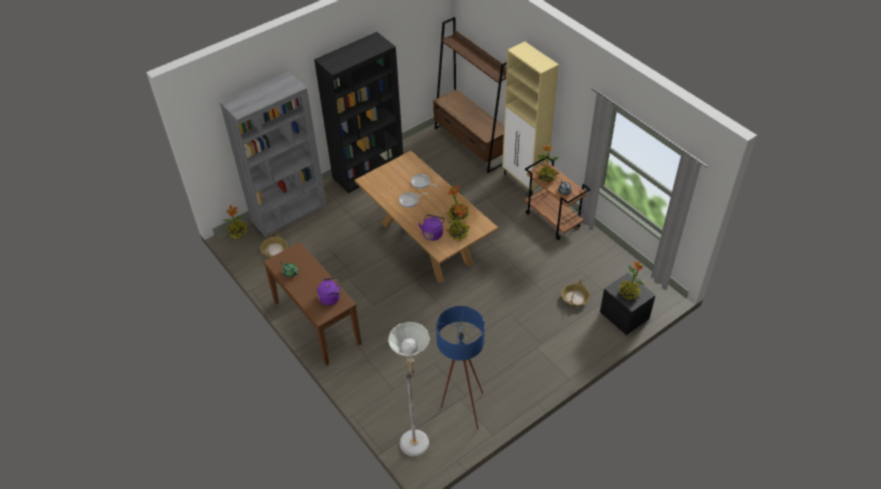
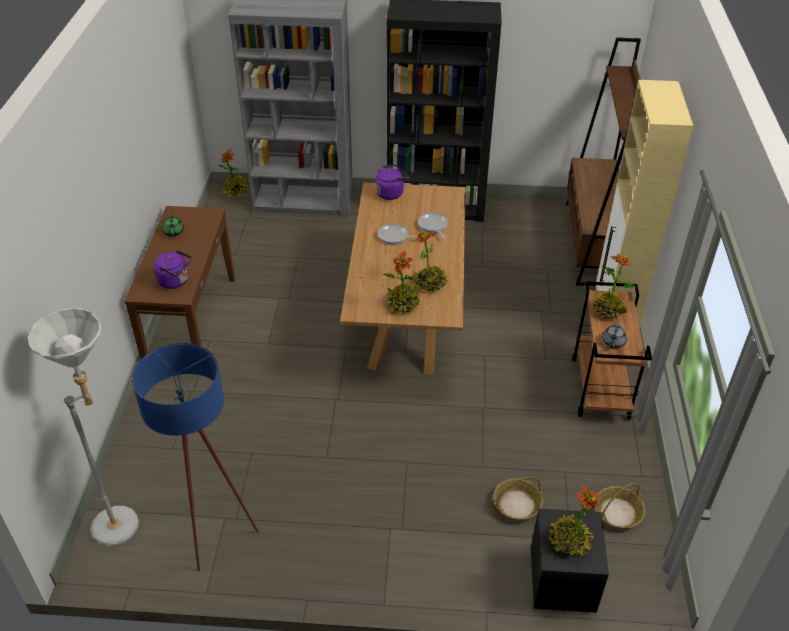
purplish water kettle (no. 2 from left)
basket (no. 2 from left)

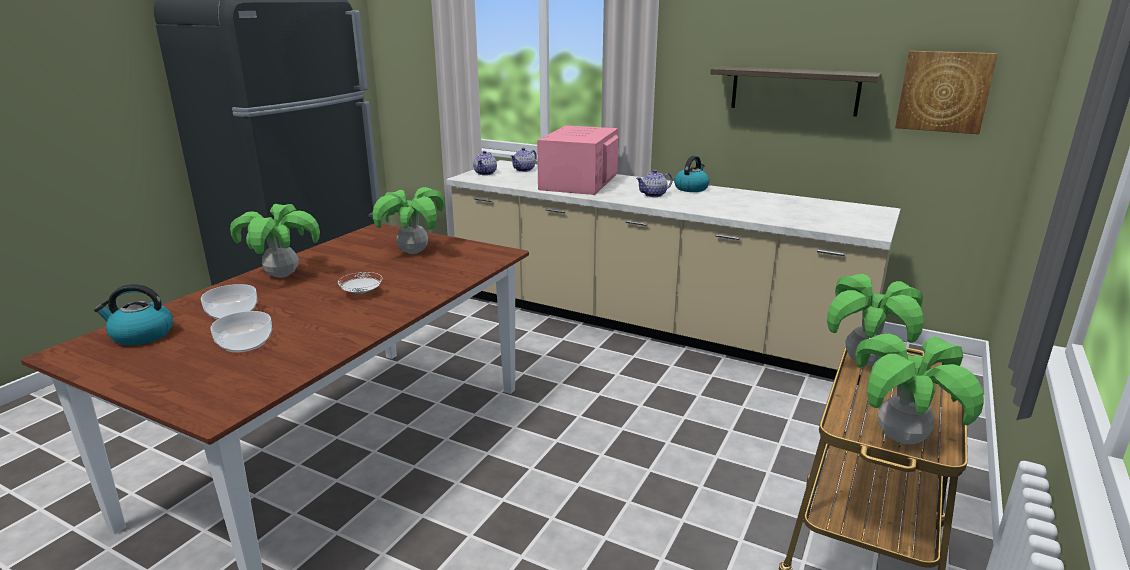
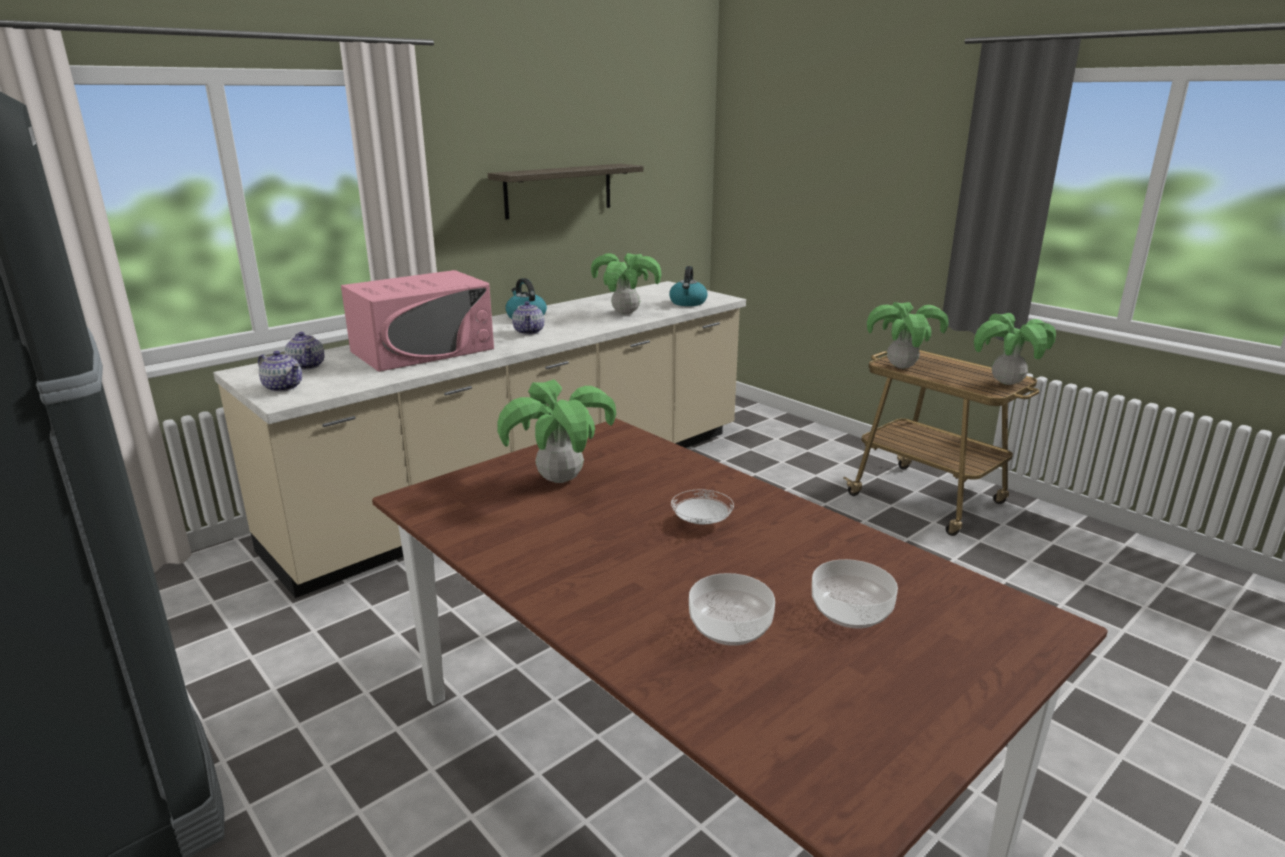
wall picture
pinkish kitchen microwave
houseplant (no. 2 from left)
water kettle (no. 2 from left)

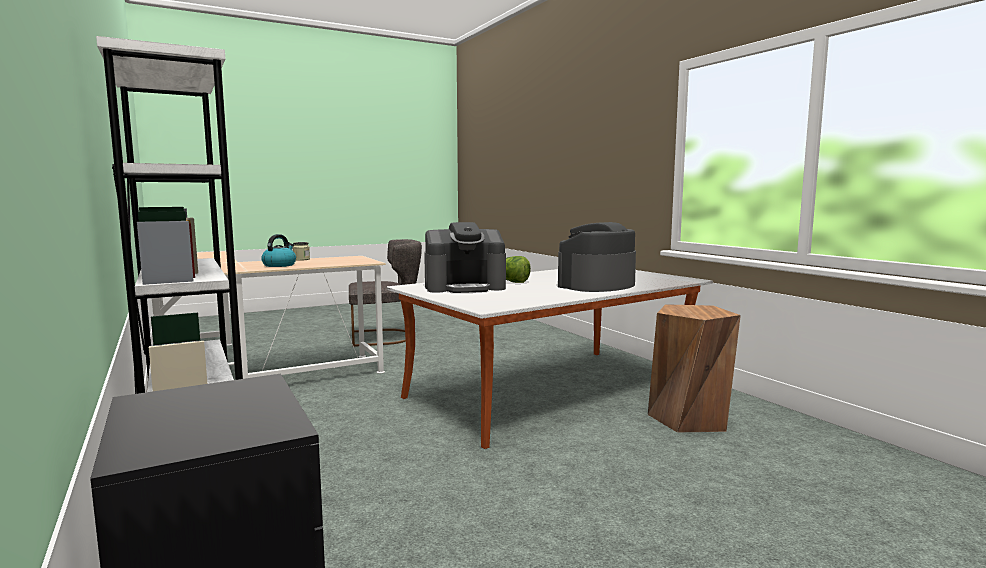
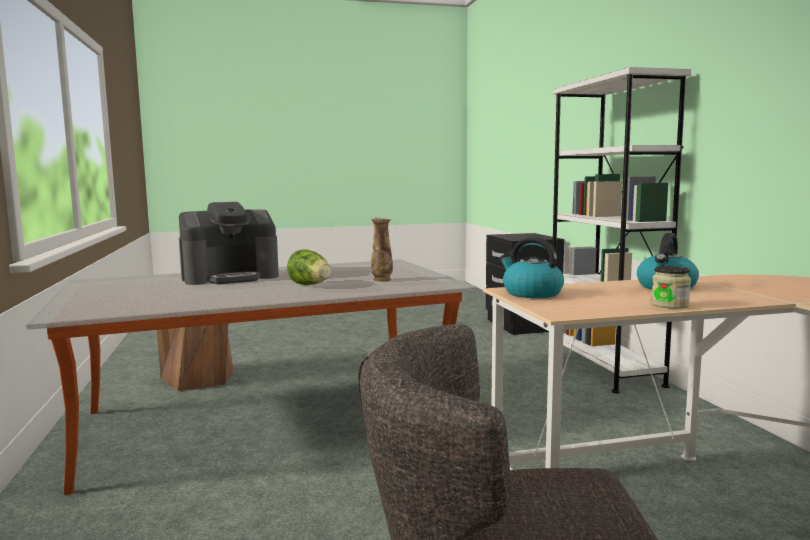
flower vase
water kettle (no. 1 from left)

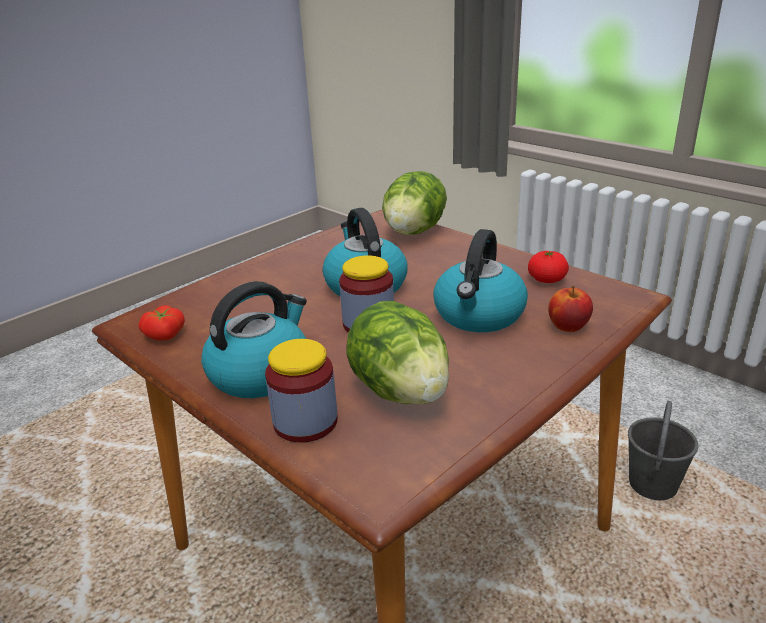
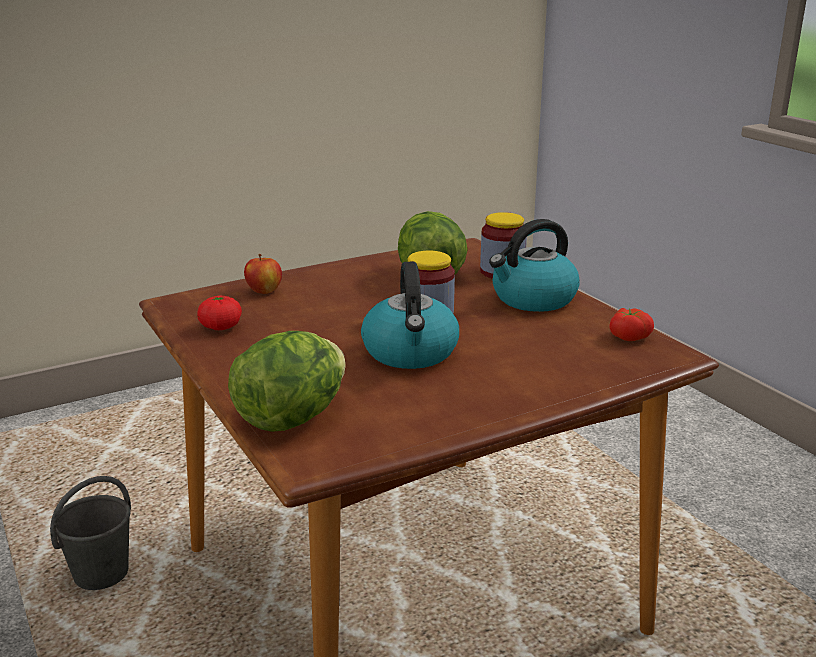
water kettle (no. 3 from left in the first image)

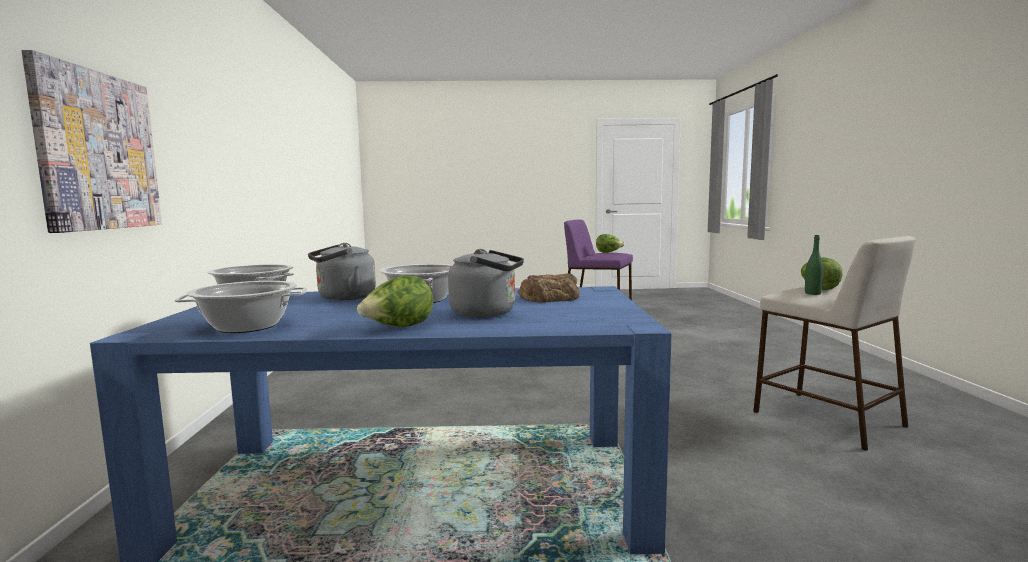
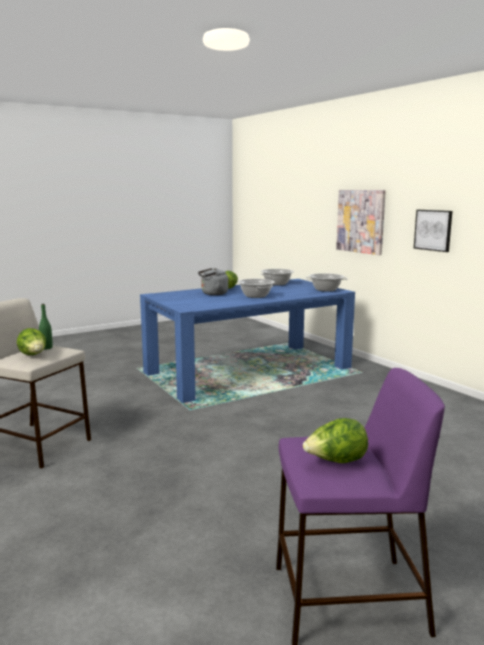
greyish water kettle (no. 1 from left in the first image)
bread
wall picture (no. 2 from left)

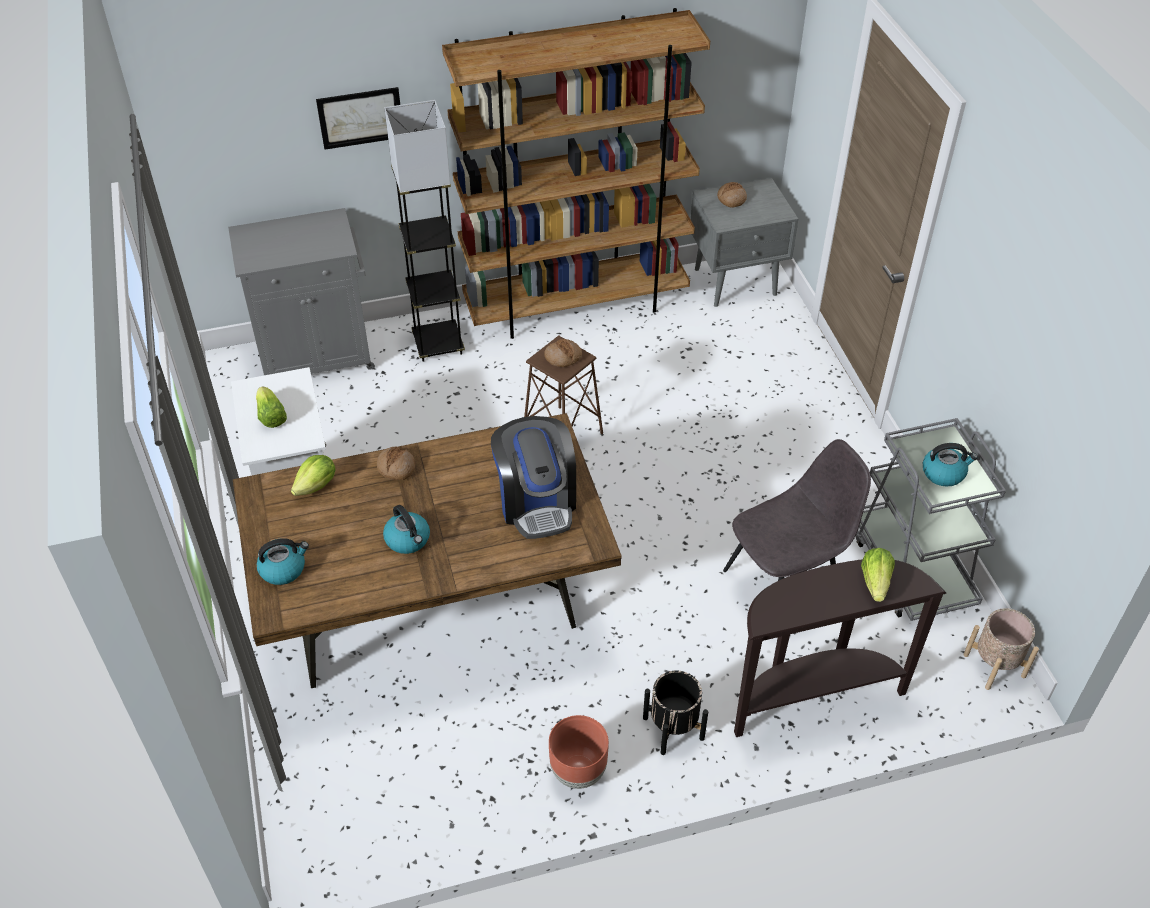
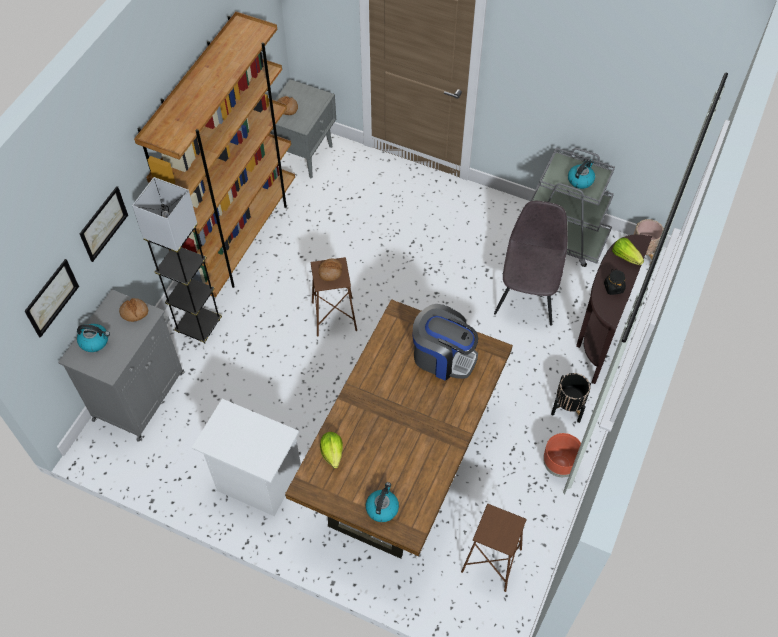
head of lettuce (no. 1 from left in the first image)
bread (no. 1 from left)
water kettle (no. 1 from left)
wall picture (no. 1 from left)
blackish storage jar
brownish stool seat (no. 2 from left)

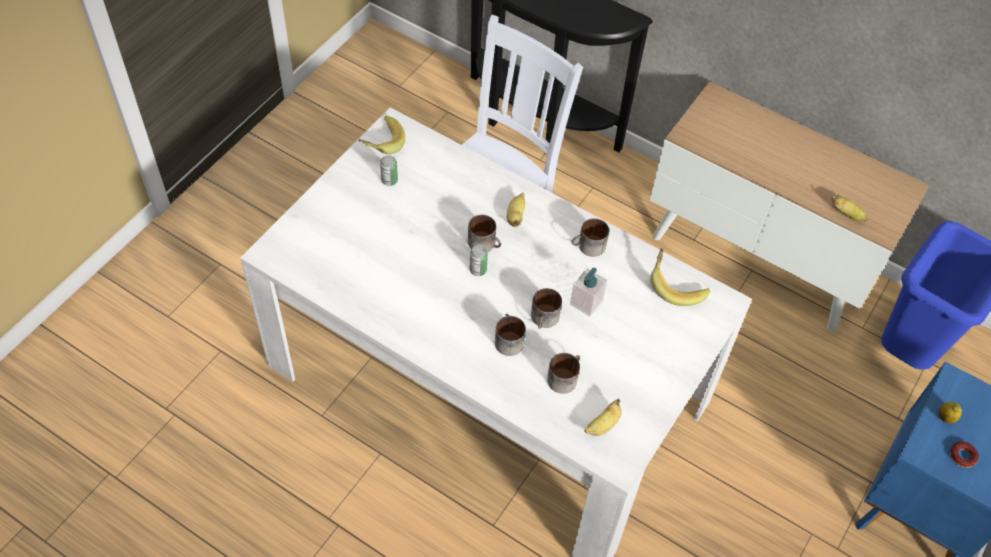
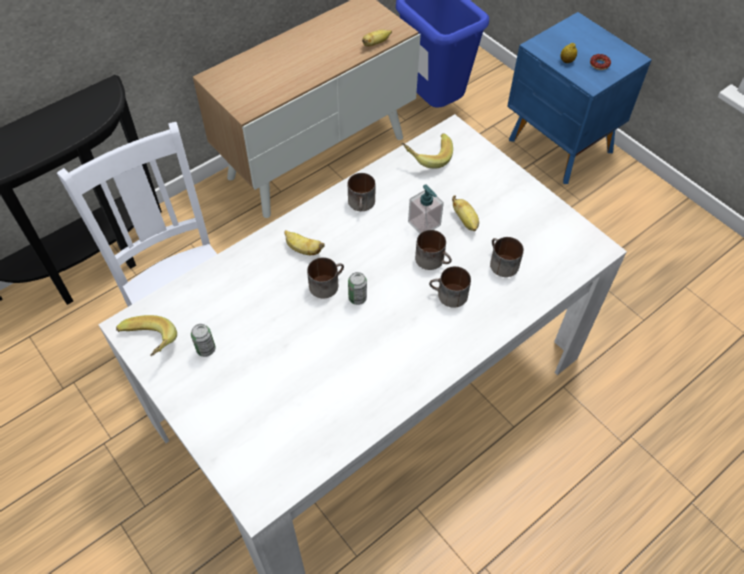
whole banana (no. 5 from left)

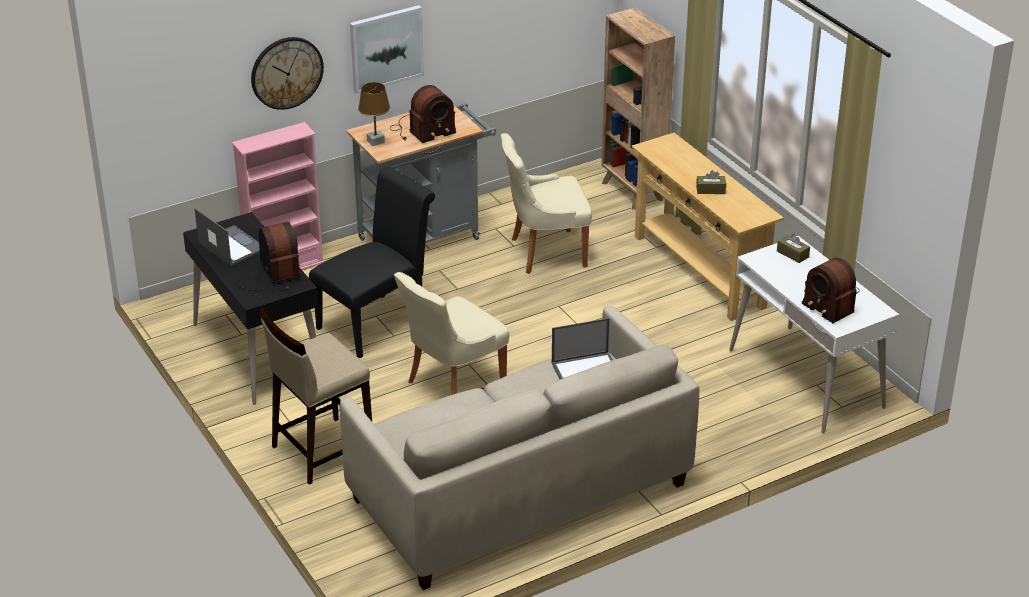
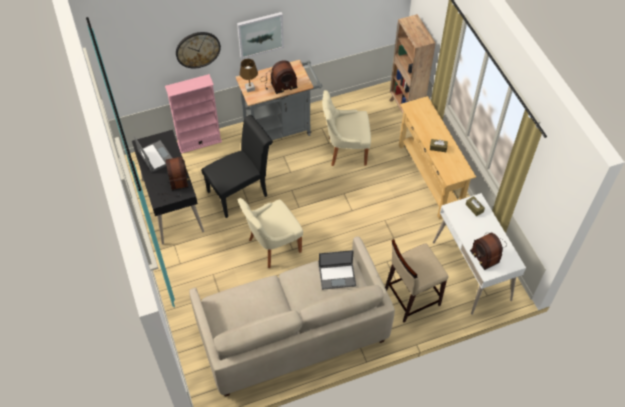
beige stool seat

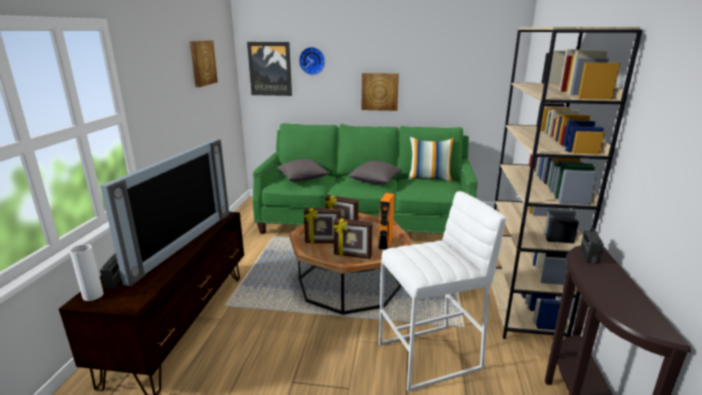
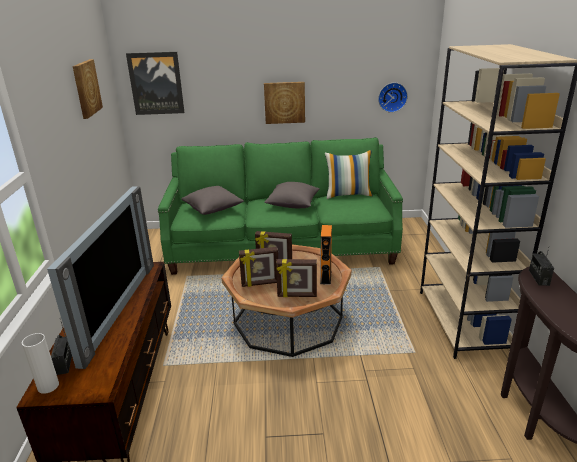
clock on the wall
white-coloured stool seat

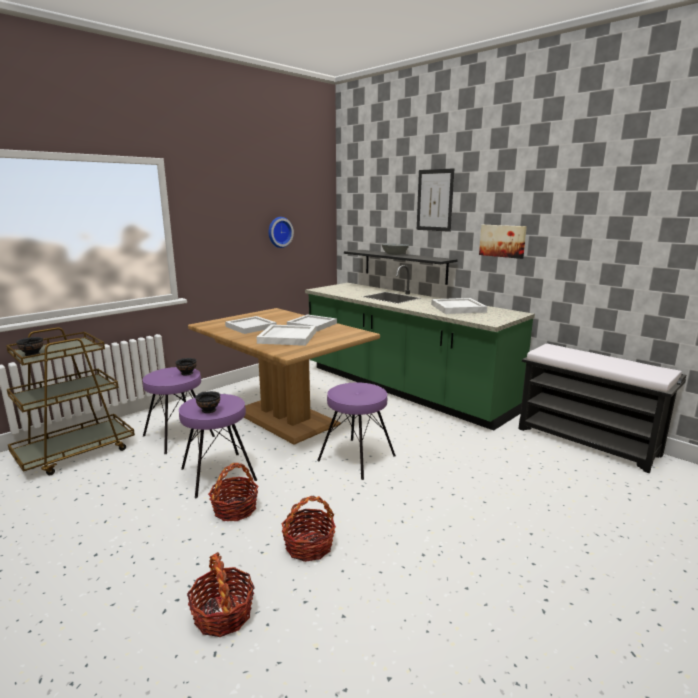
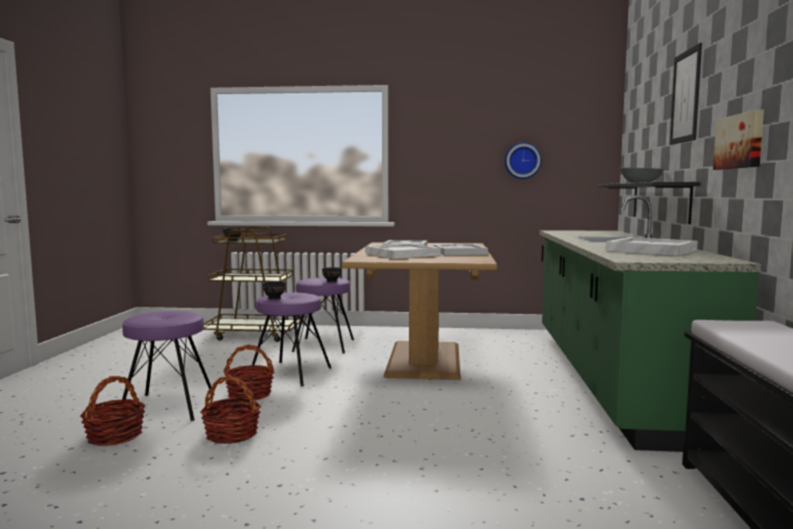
purplish stool seat (no. 1 from left)

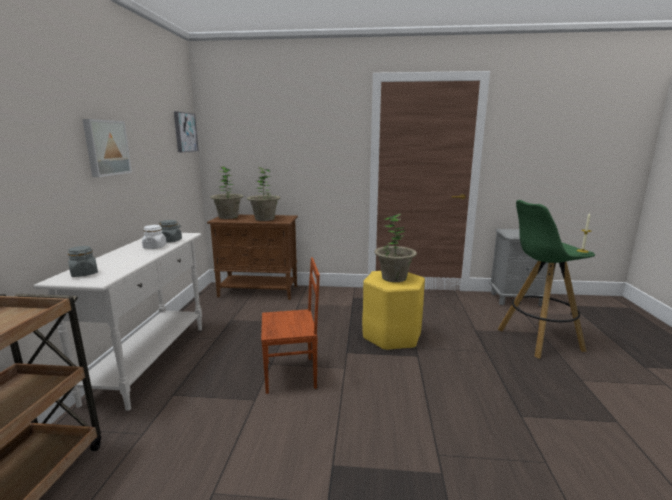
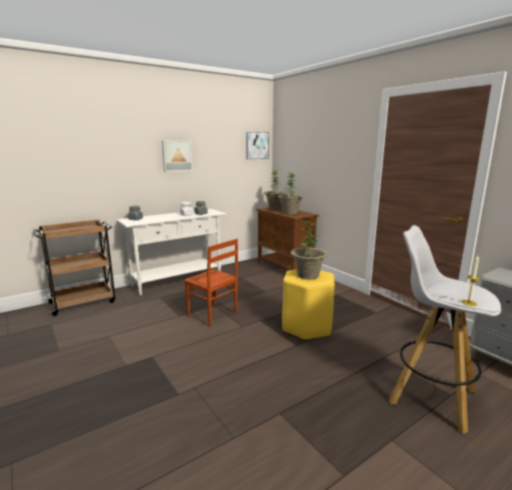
white-coloured stool seat

